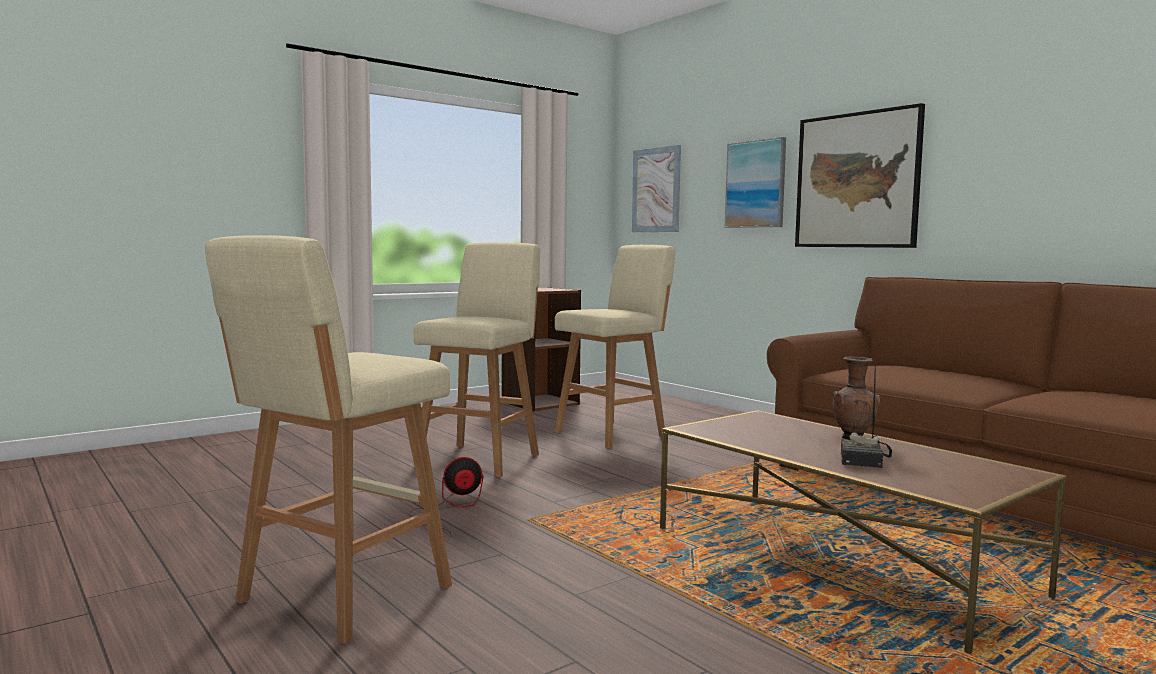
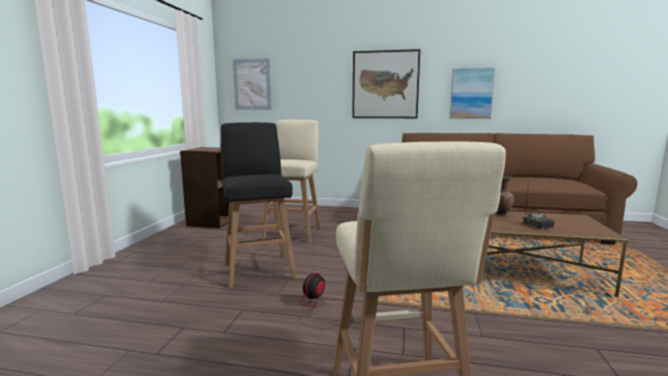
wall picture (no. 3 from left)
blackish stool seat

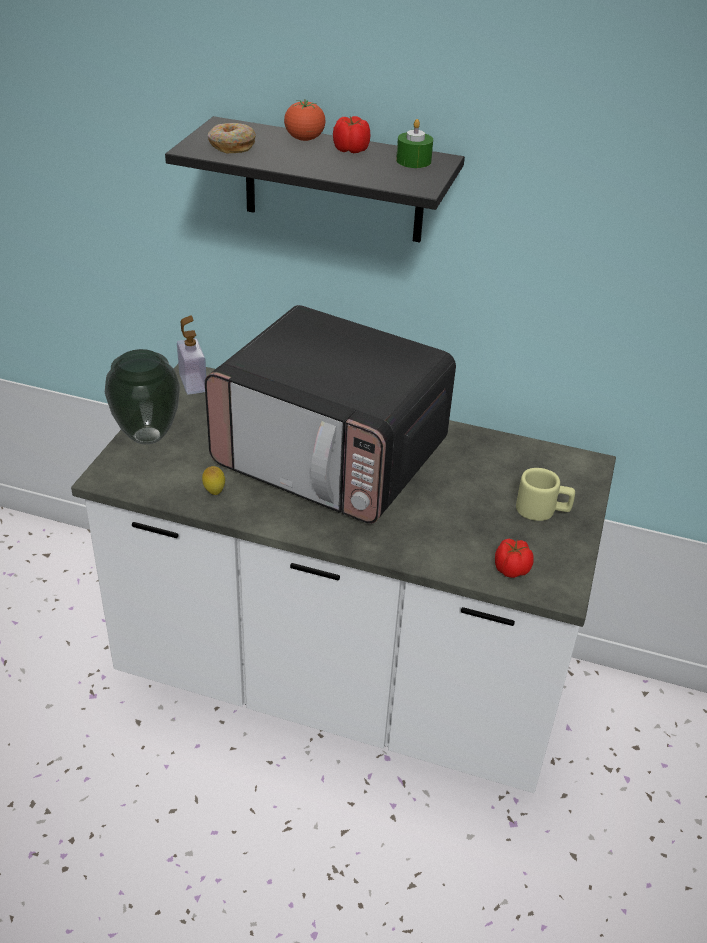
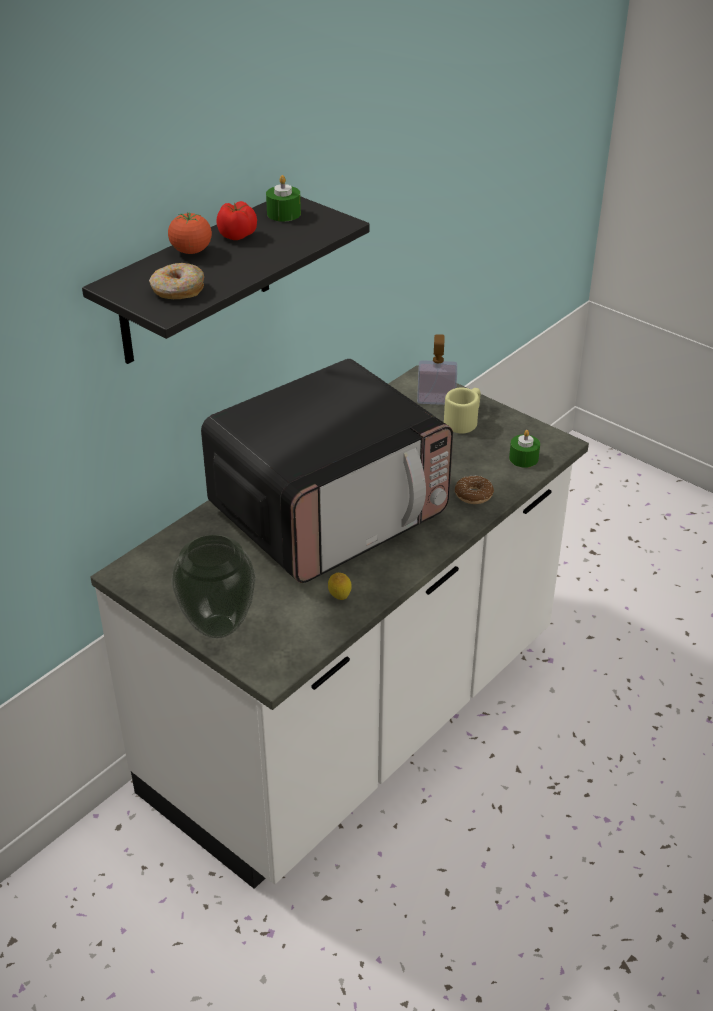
soap bottle
green-coloured wax light (no. 2 from left)
doughnut (no. 2 from left)

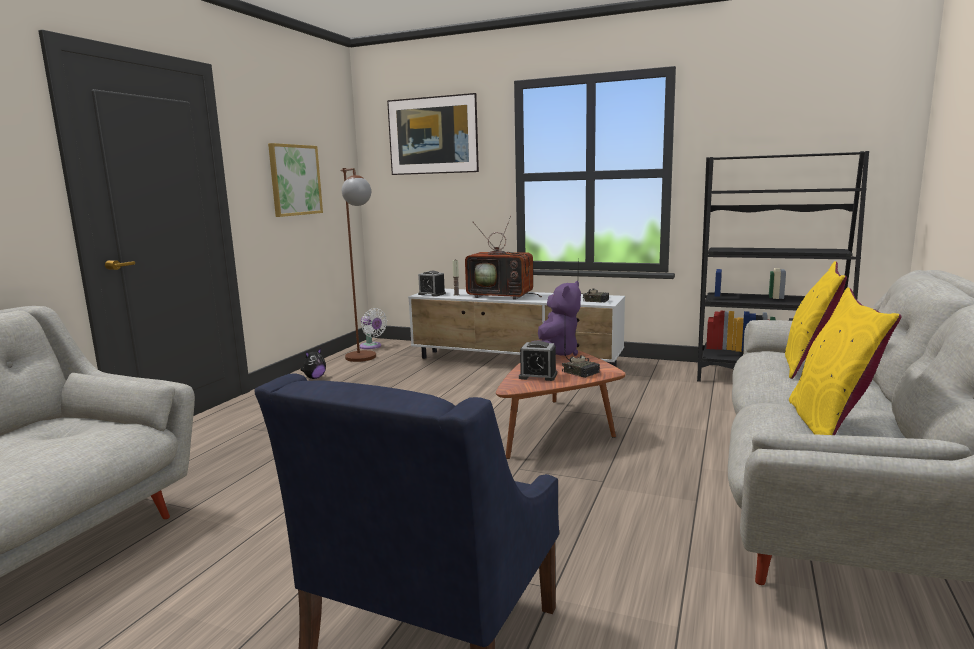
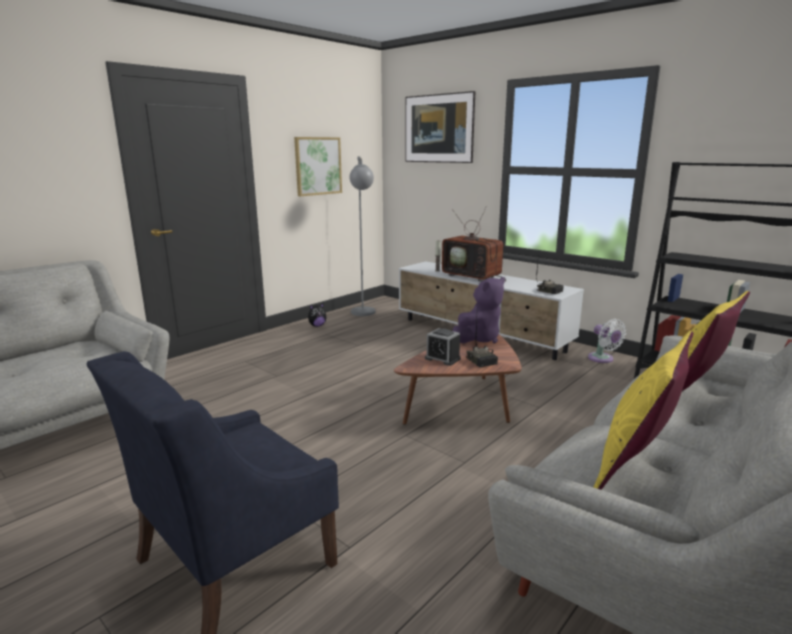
greyish standing lamp
bedside clock (no. 1 from left in the first image)
white-coloured cooling fan

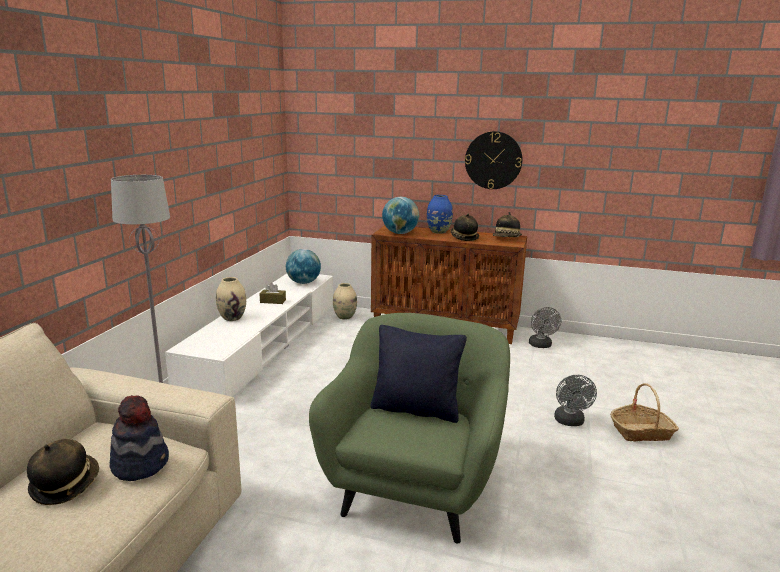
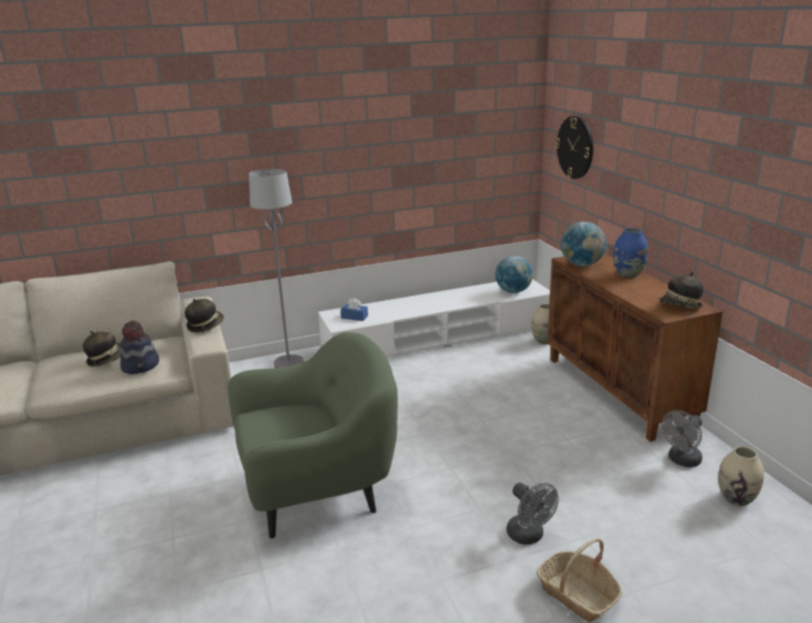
clock on the wall
wearable hat (no. 3 from left)
beige flower vase (no. 2 from left)
brownish tissue holder
blackish throw pillow
greyish cooling fan (no. 1 from left)
blue tissue holder

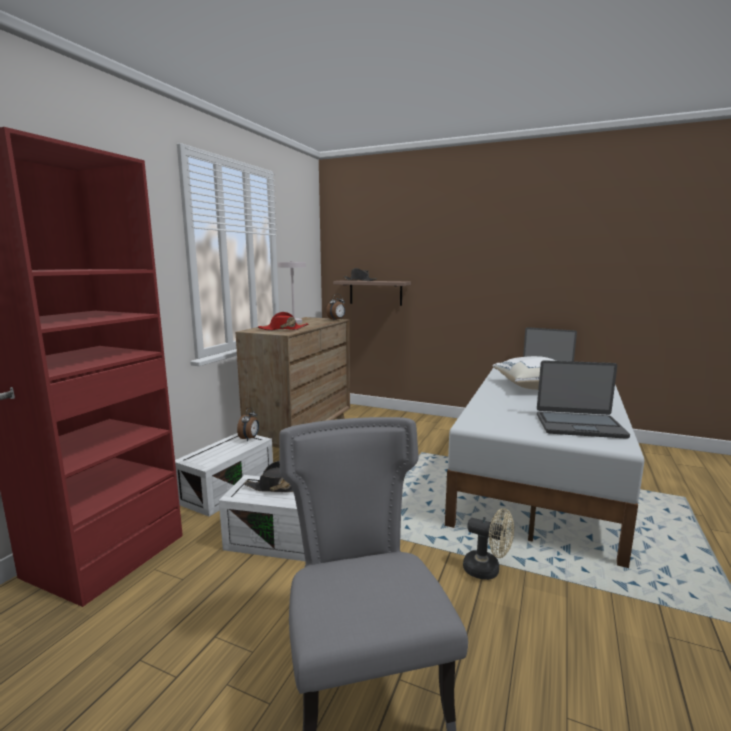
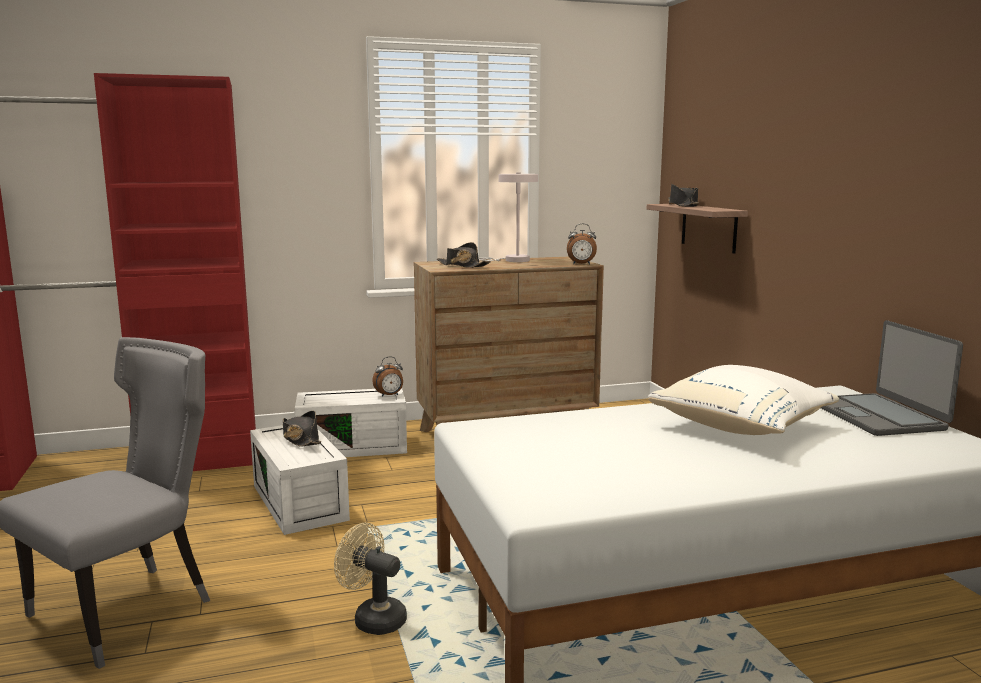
blackish wearable hat (no. 2 from left)
laptop (no. 2 from left in the first image)
beige cooling fan

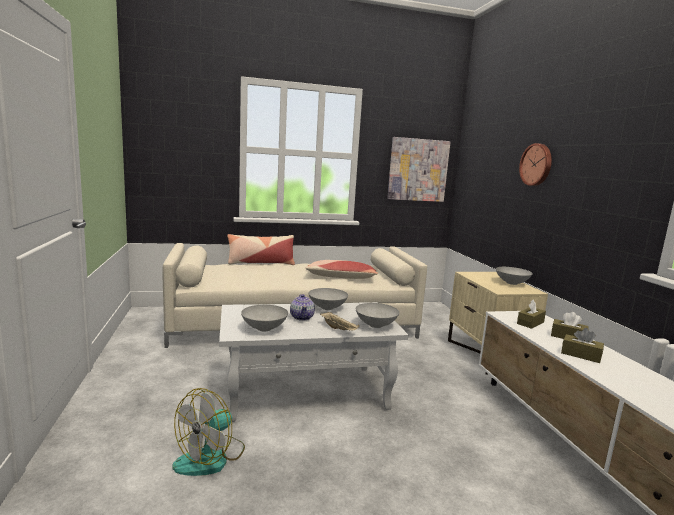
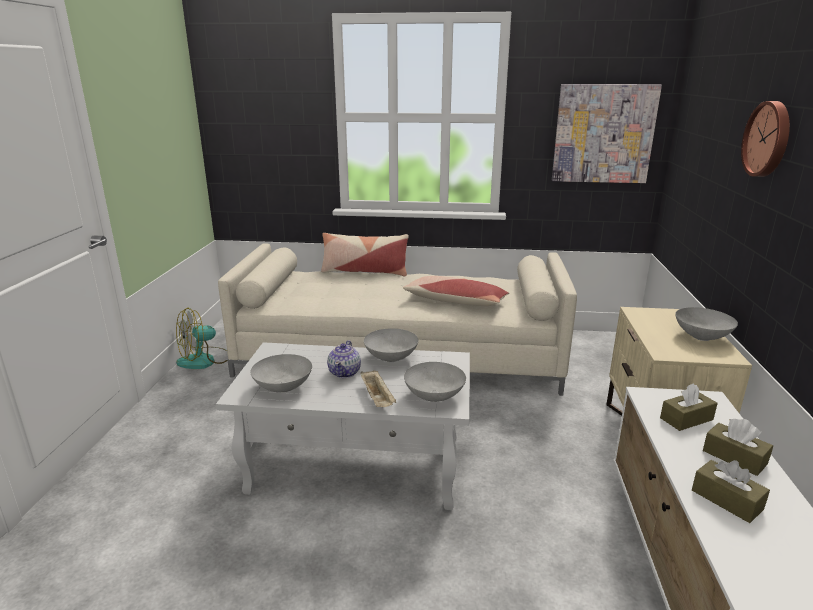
cooling fan

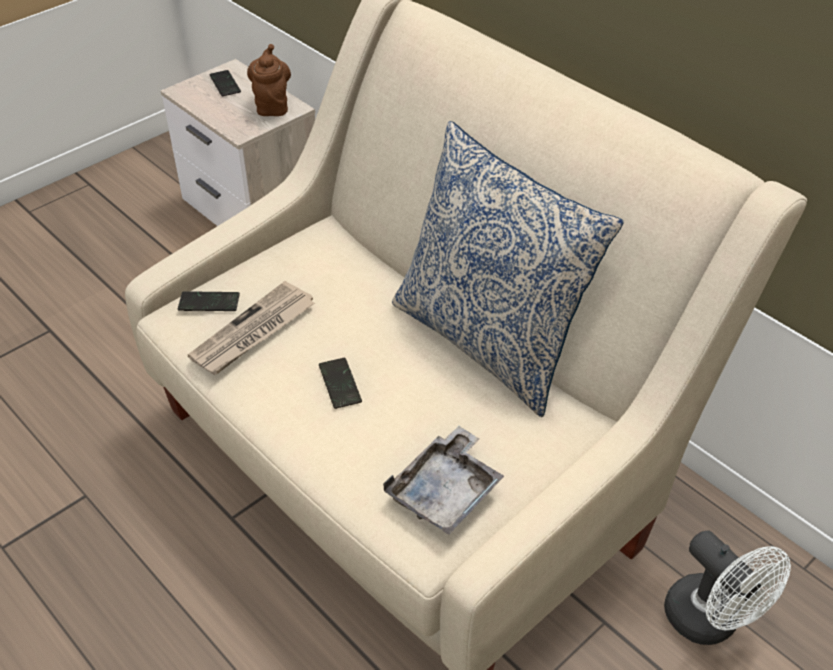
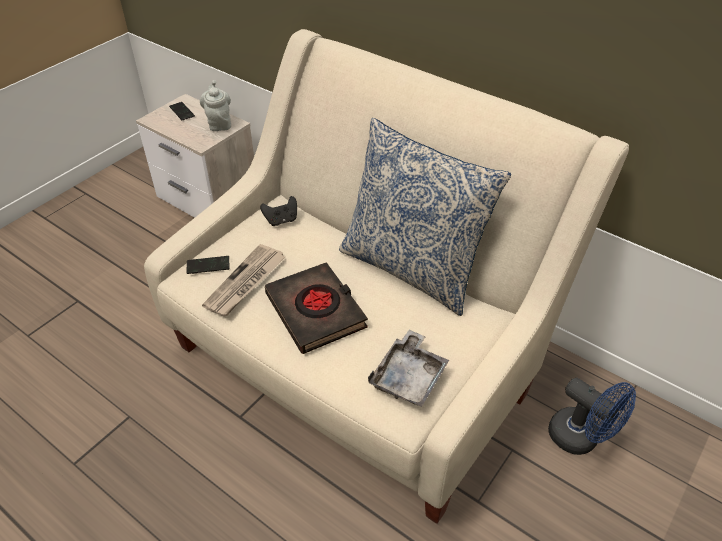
greyish pot for tea
blackish book
blue cooling fan
blackish joypad

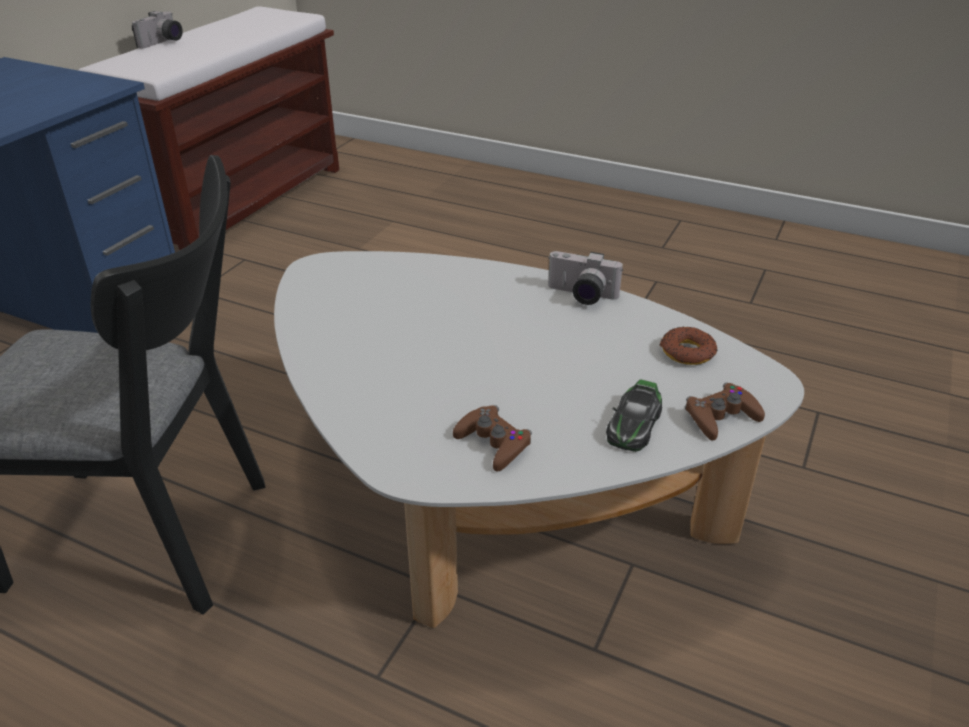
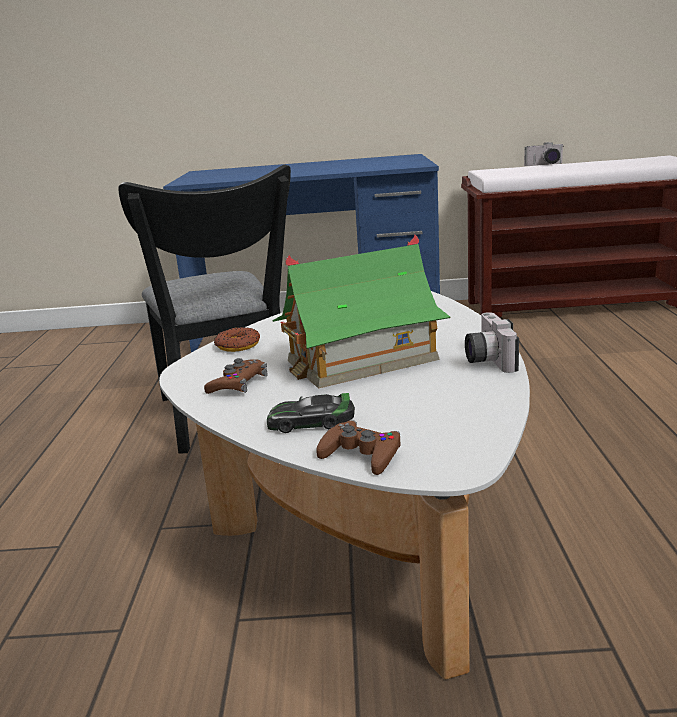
doughnut
toy house

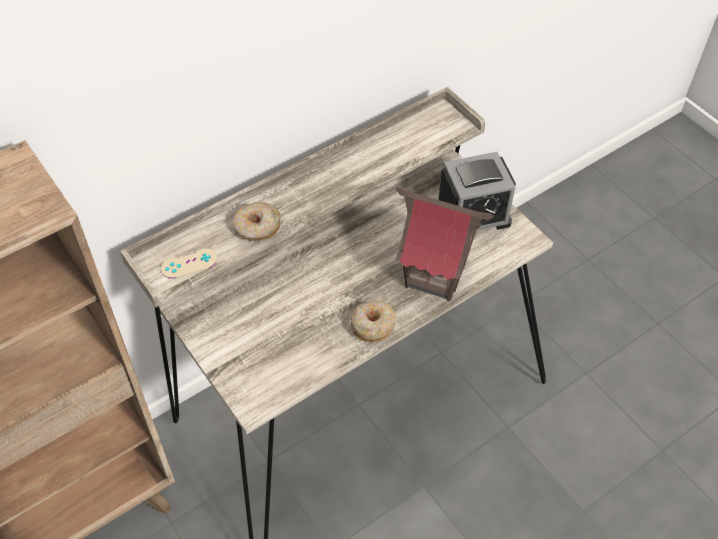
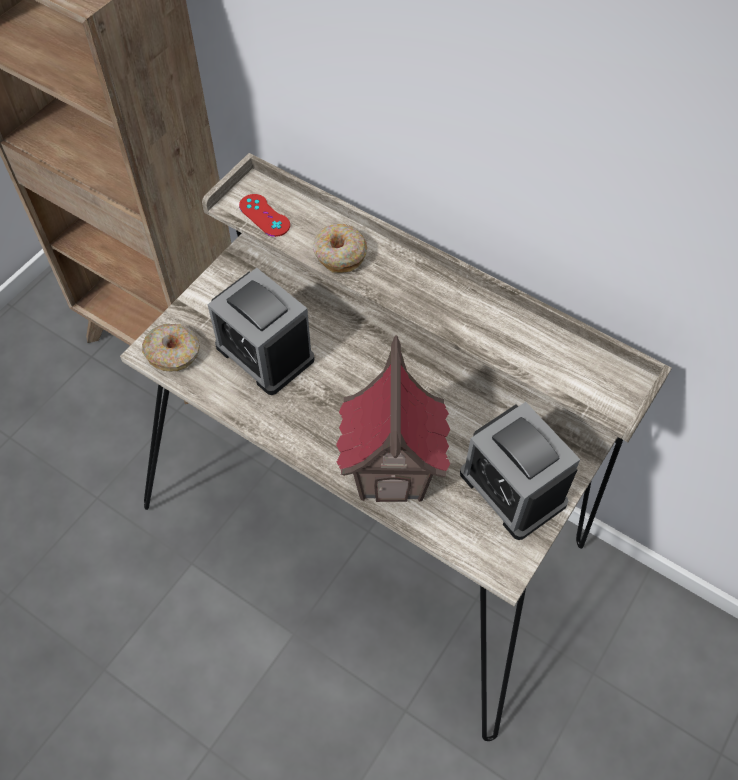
red joypad
doughnut (no. 1 from left)
bedside clock (no. 1 from left)

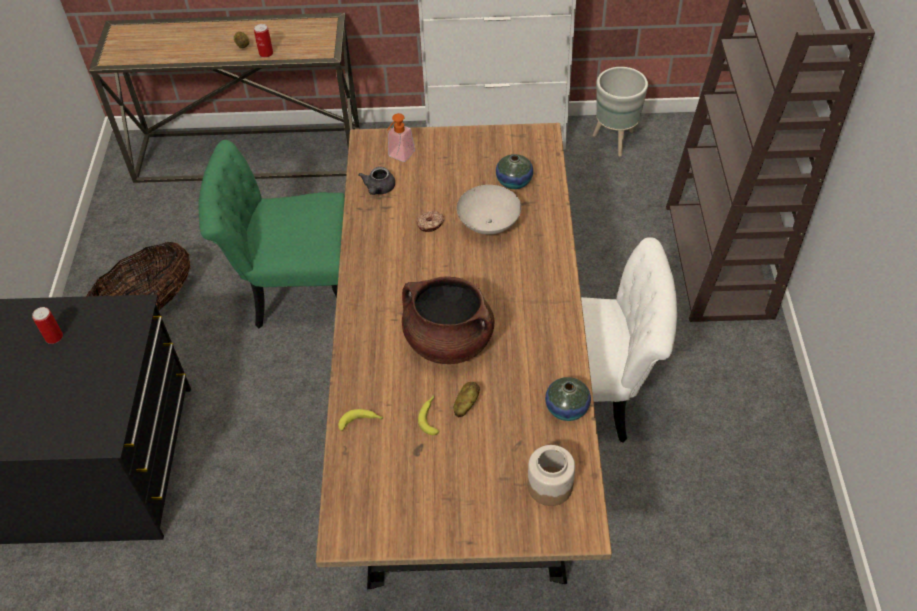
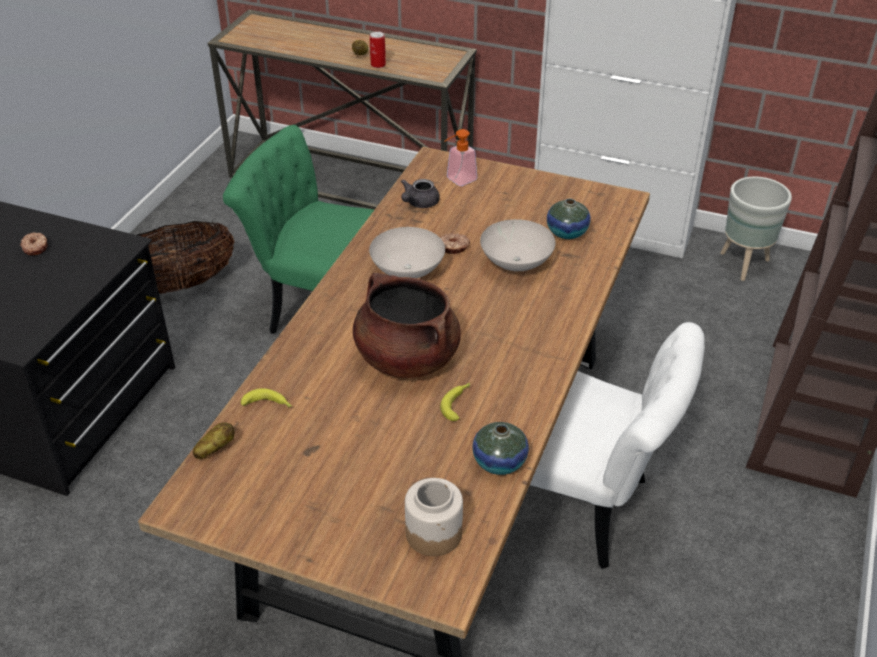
doughnut (no. 1 from left)
potato (no. 1 from left)
whole banana (no. 2 from left)
white-coloured deep dish (no. 1 from left)

